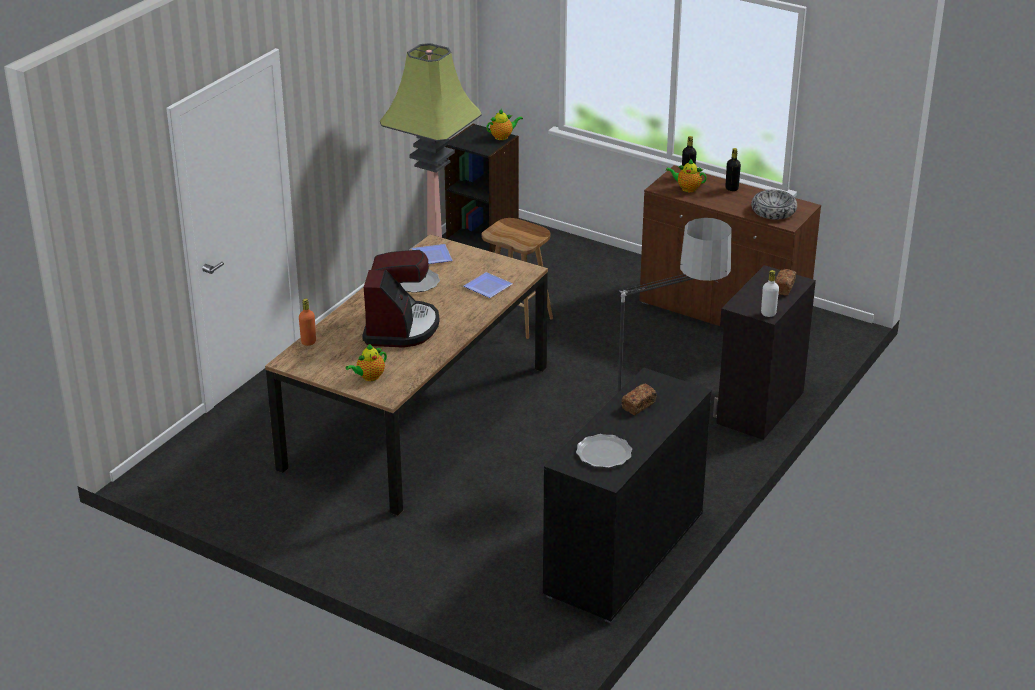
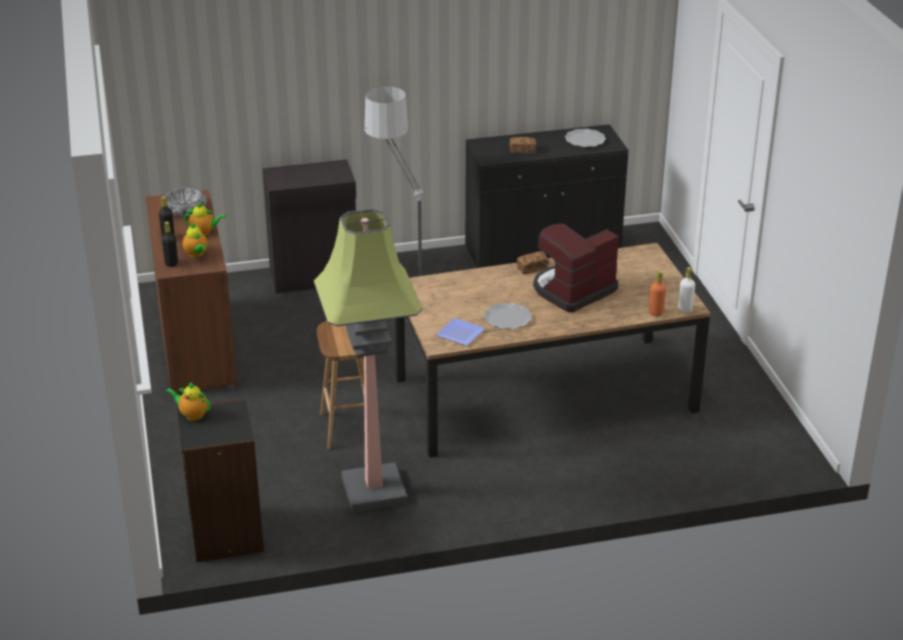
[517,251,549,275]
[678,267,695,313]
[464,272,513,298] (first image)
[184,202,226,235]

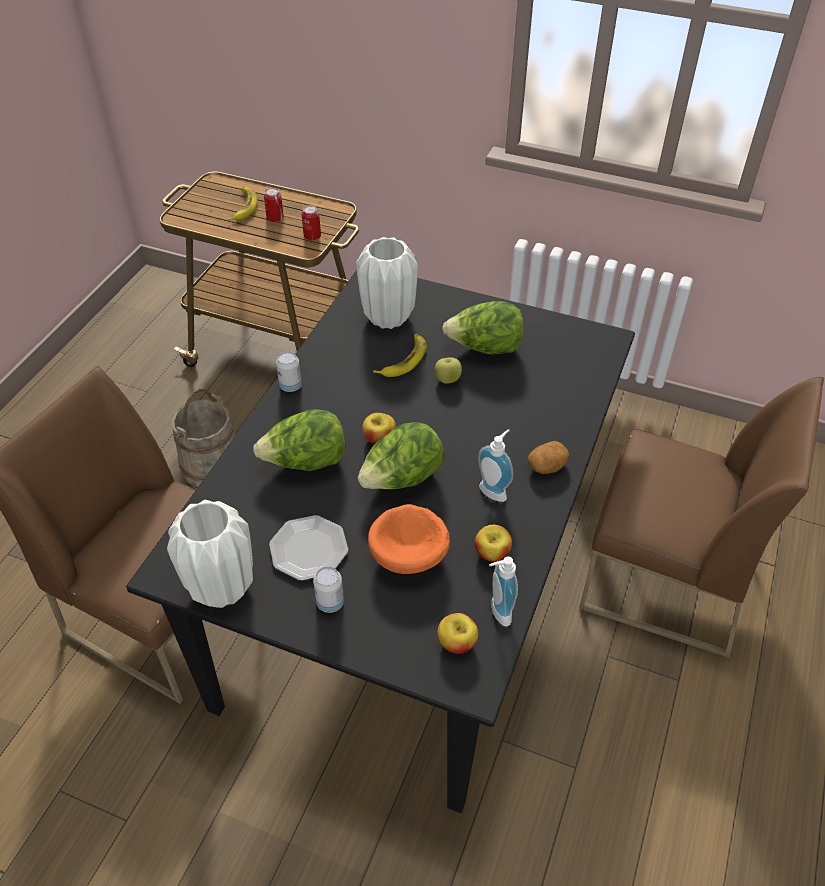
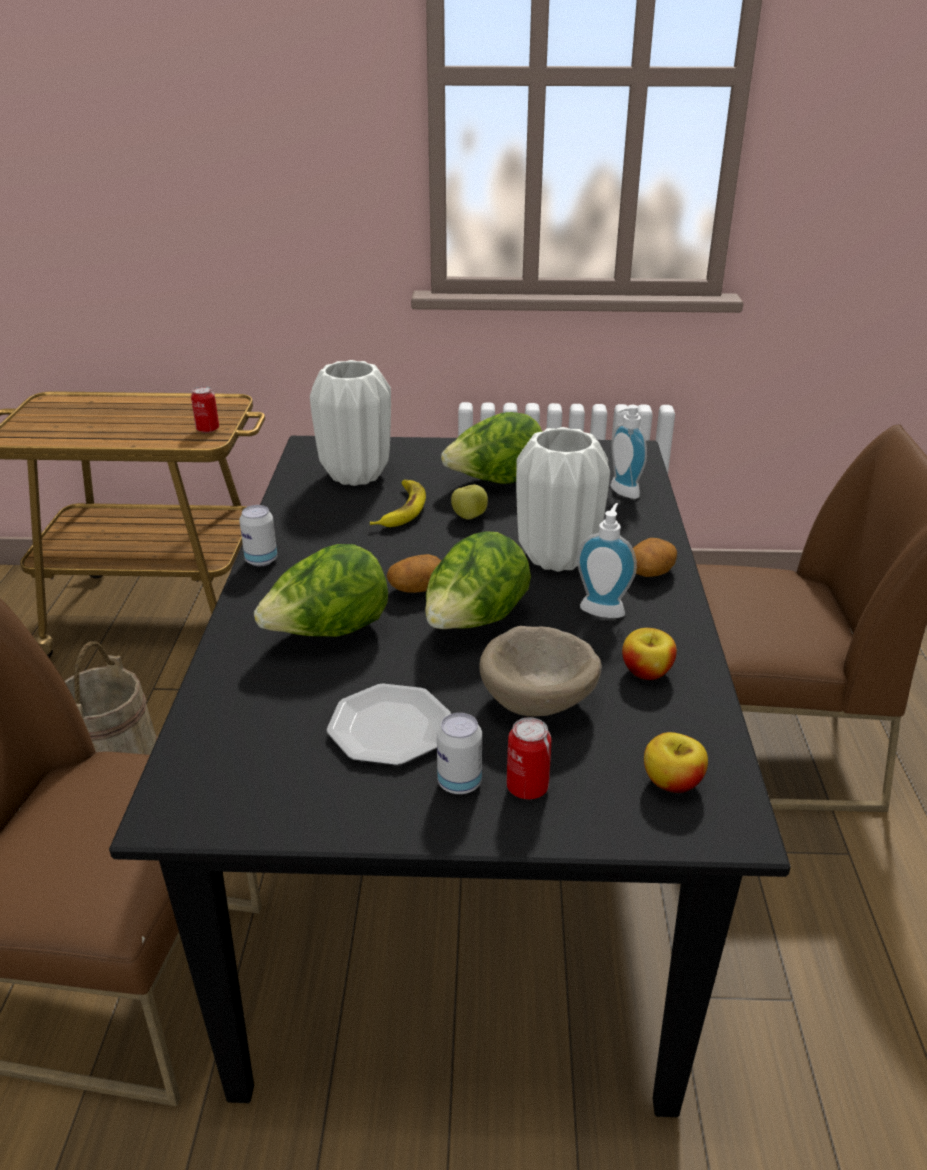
[228,187,258,220] (first image)
[506,717,552,799]
[387,554,441,593]
[516,427,610,572]
[479,626,602,716]
[611,405,647,499]

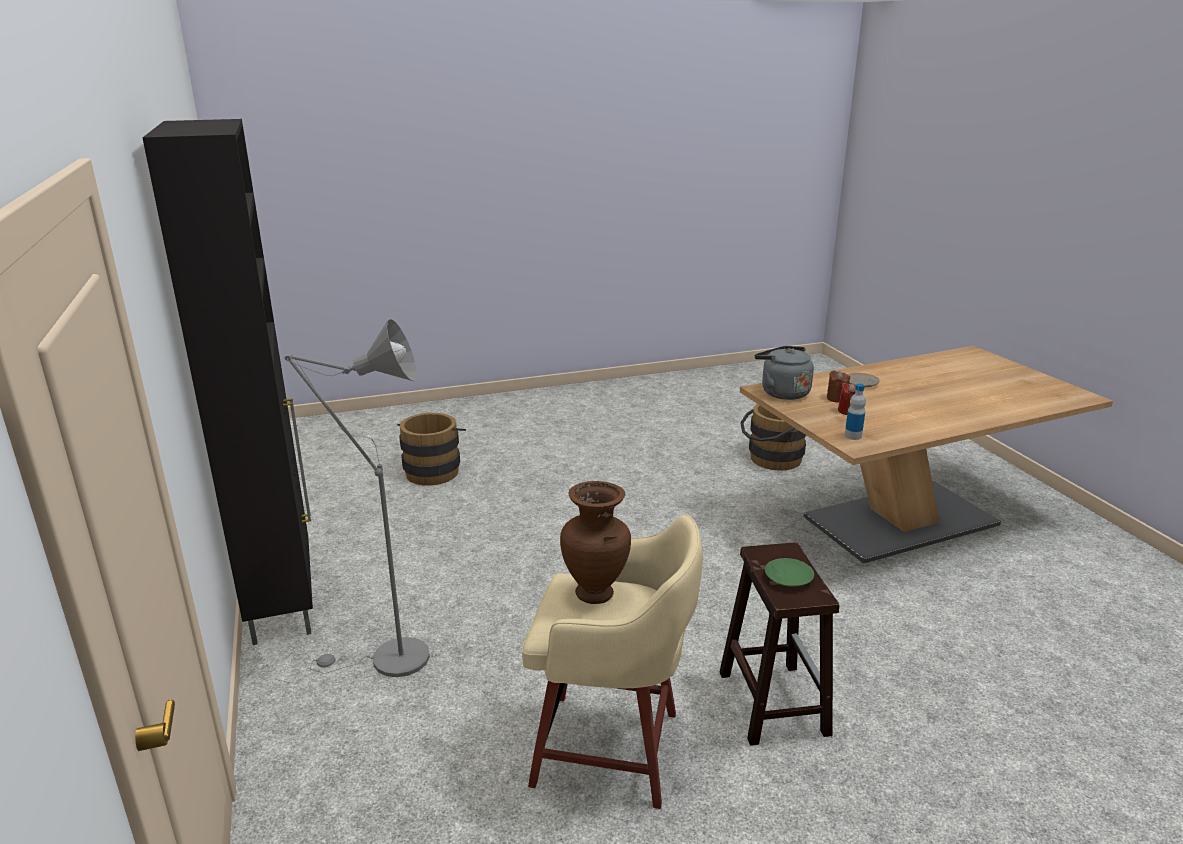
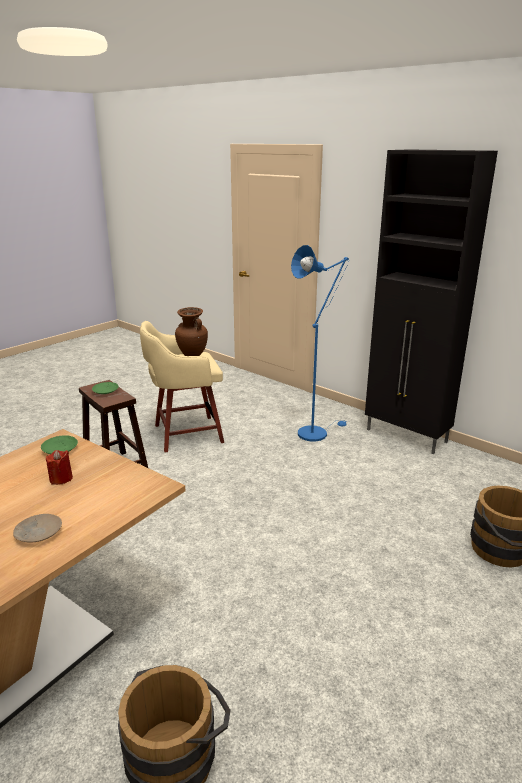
[291,245,349,441]
[755,346,814,400] (first image)
[827,370,850,403] (first image)
[41,436,78,454]

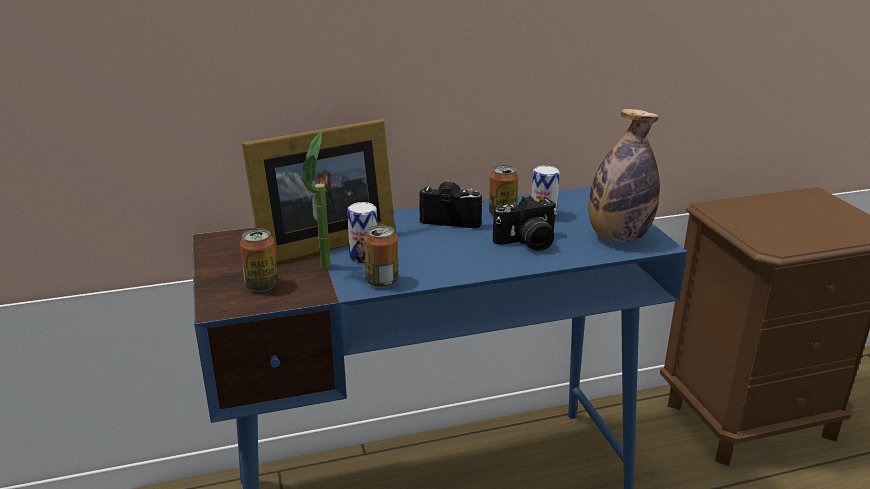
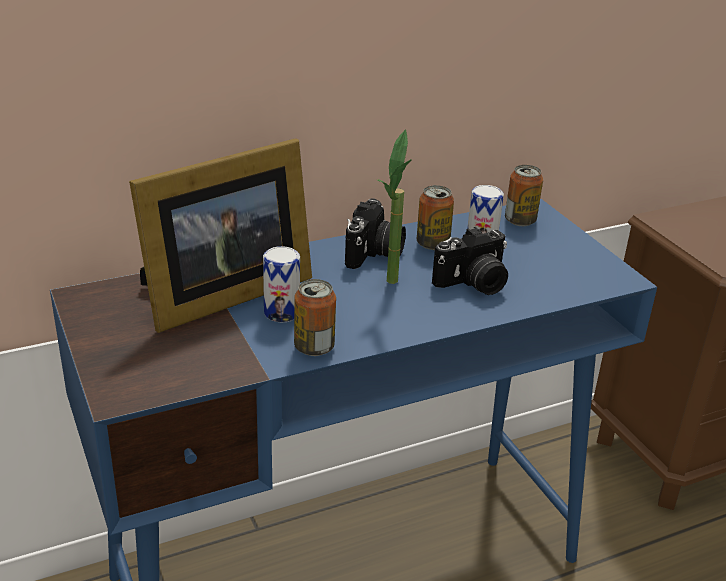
[588,109,660,242] (first image)
[378,129,412,284]
[345,198,406,269]
[505,165,543,226]

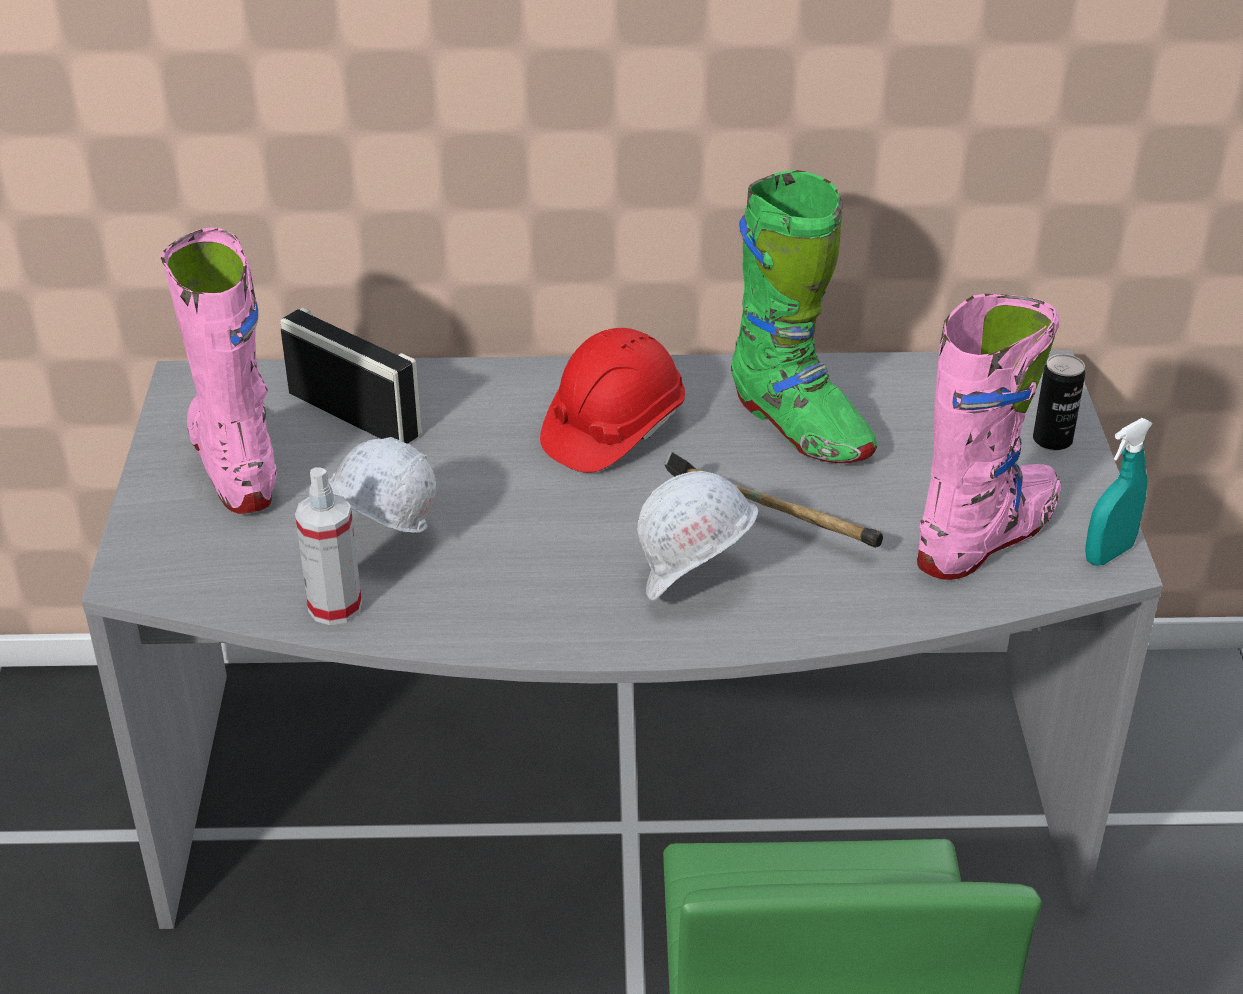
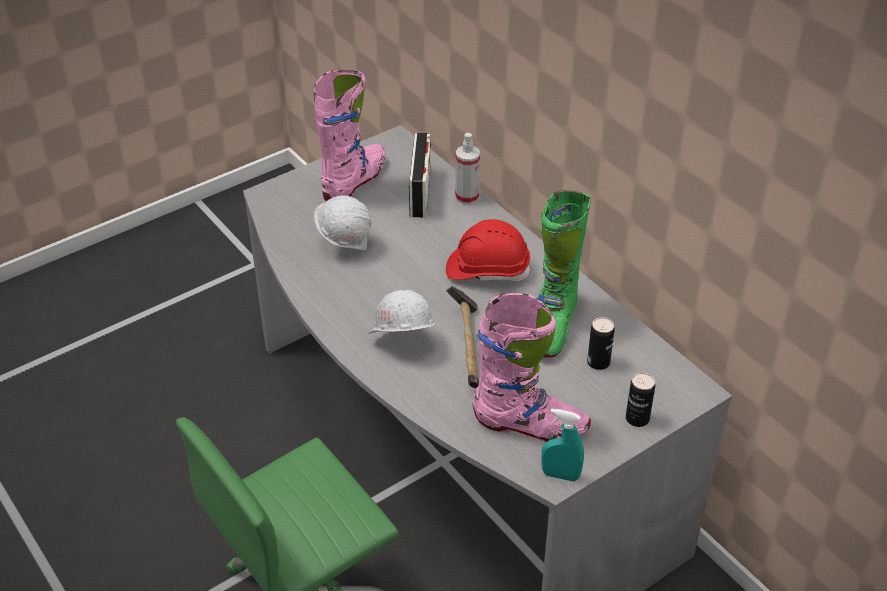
[455,133,480,205]
[587,317,615,370]

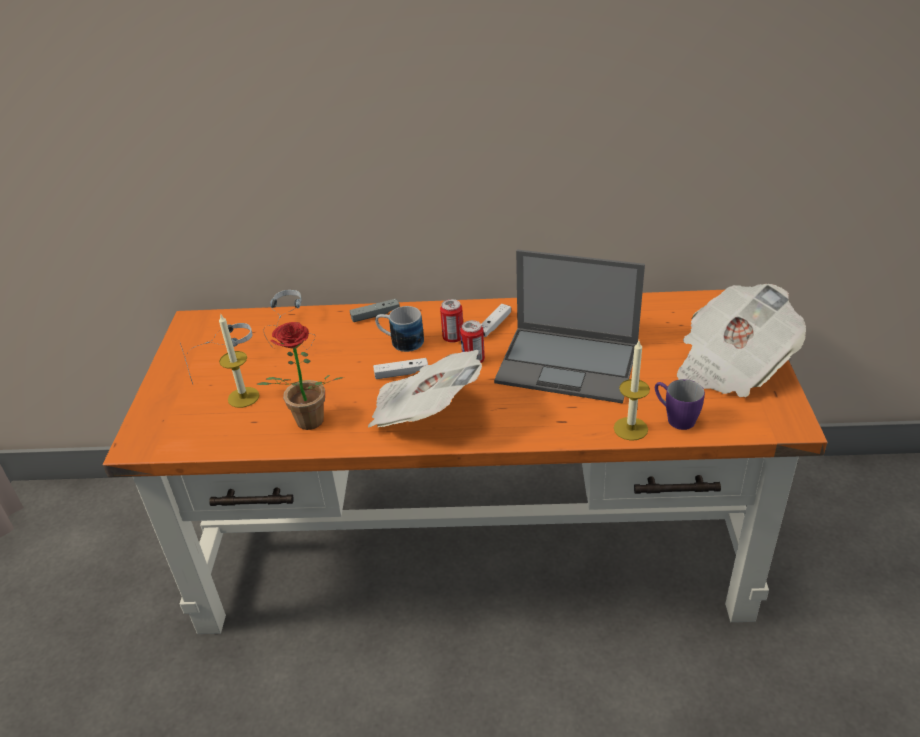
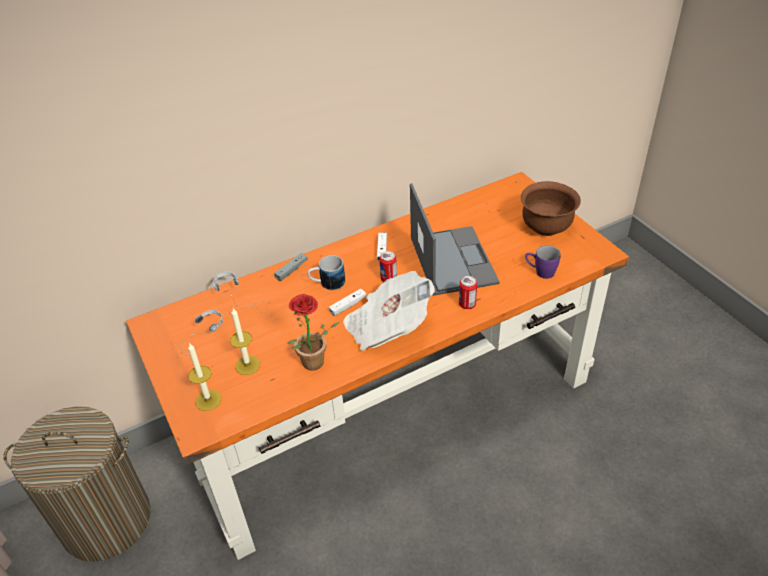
[410,183,500,296]
[521,181,581,236]
[459,276,477,309]
[188,344,221,411]
[3,406,151,562]

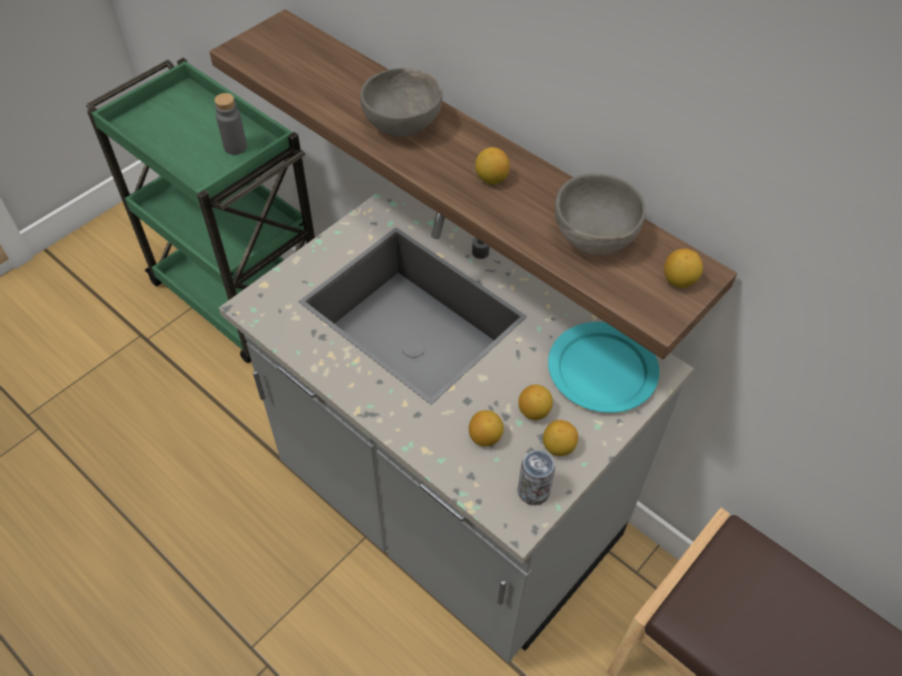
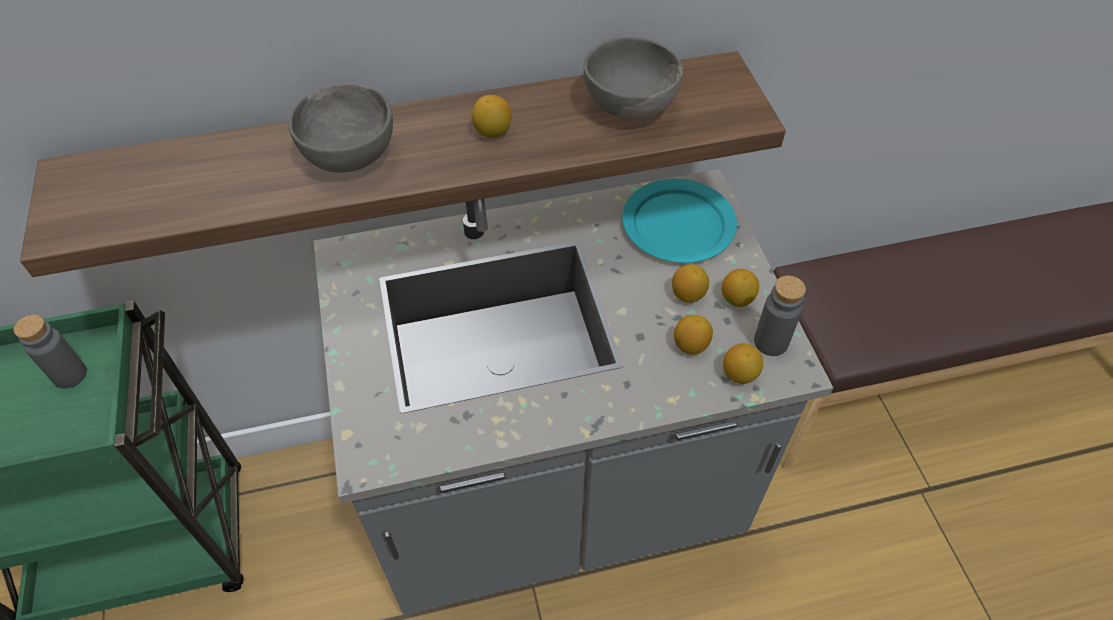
[723,343,763,384]
[754,275,806,356]

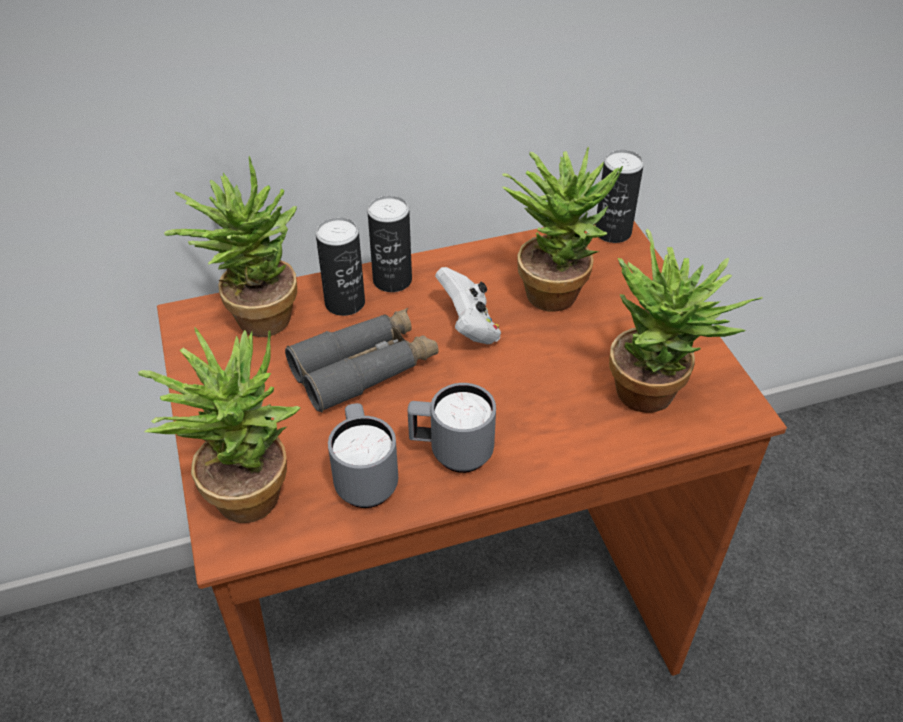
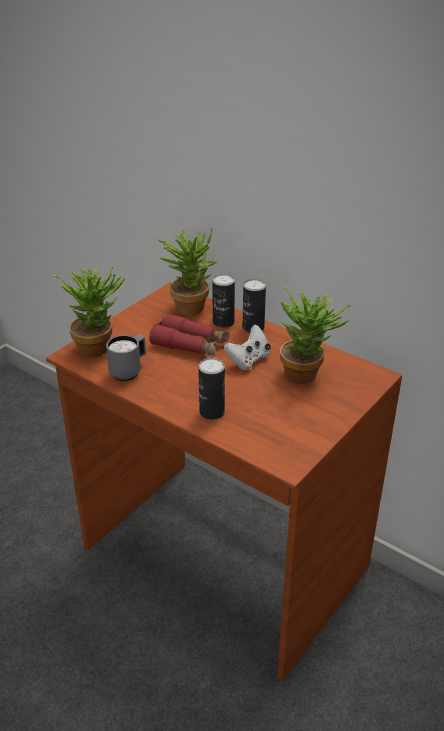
[198,358,225,420]
[609,229,763,413] (first image)
[149,313,229,356]
[408,383,496,473] (first image)

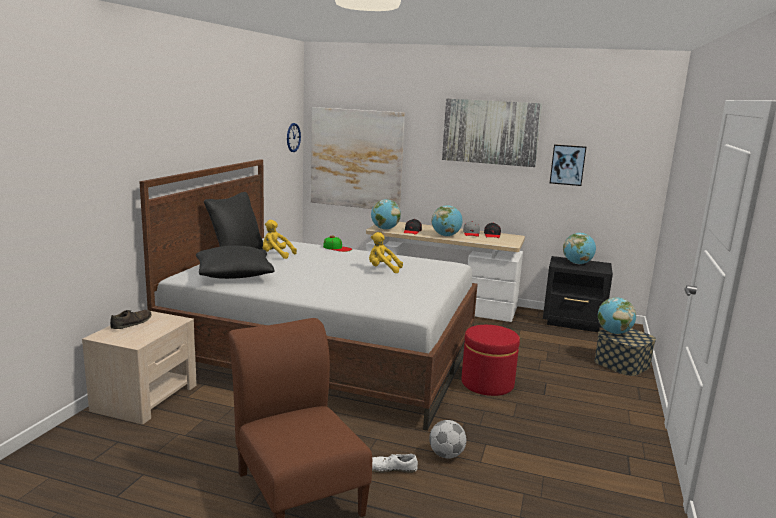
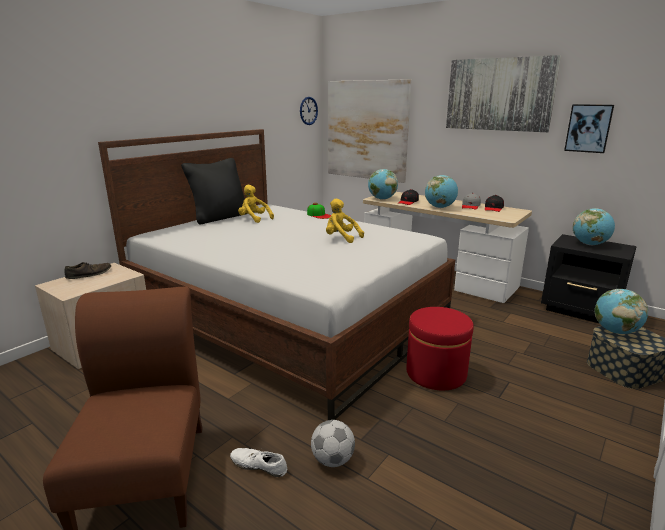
[196,246,274,279] (first image)

